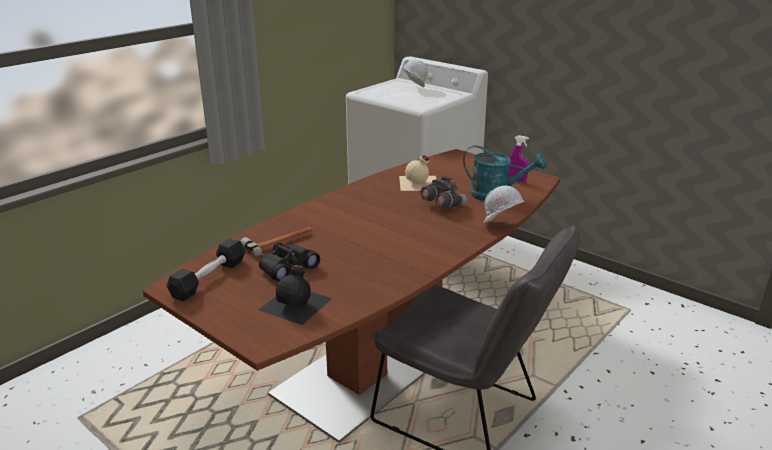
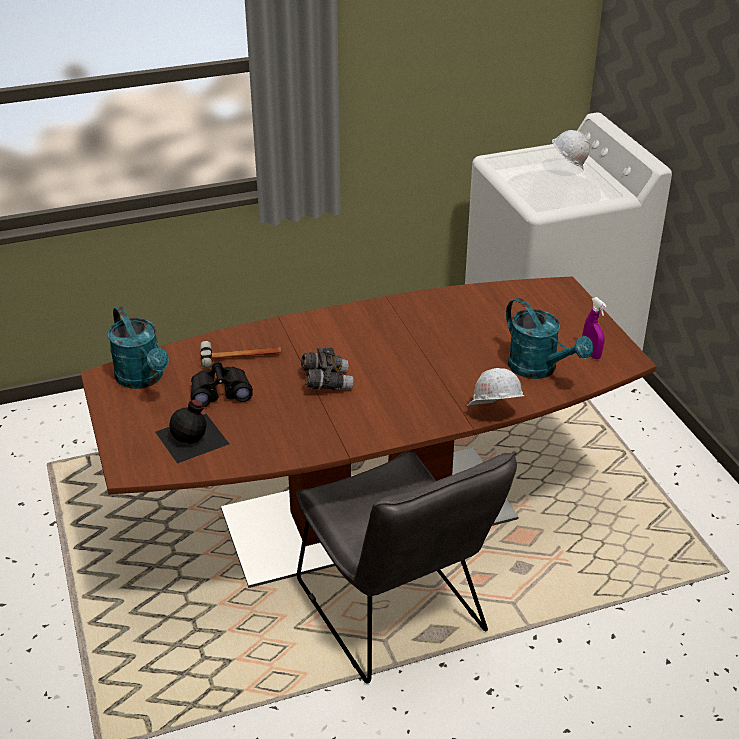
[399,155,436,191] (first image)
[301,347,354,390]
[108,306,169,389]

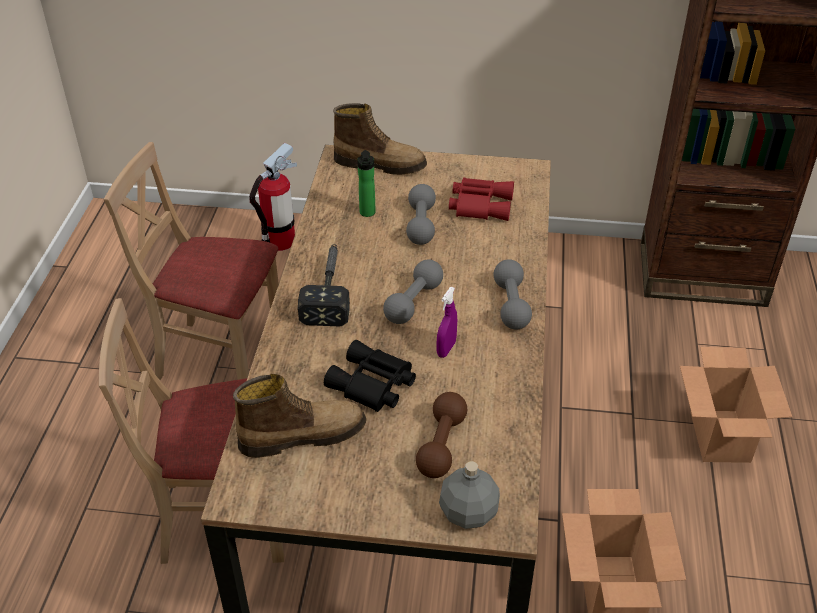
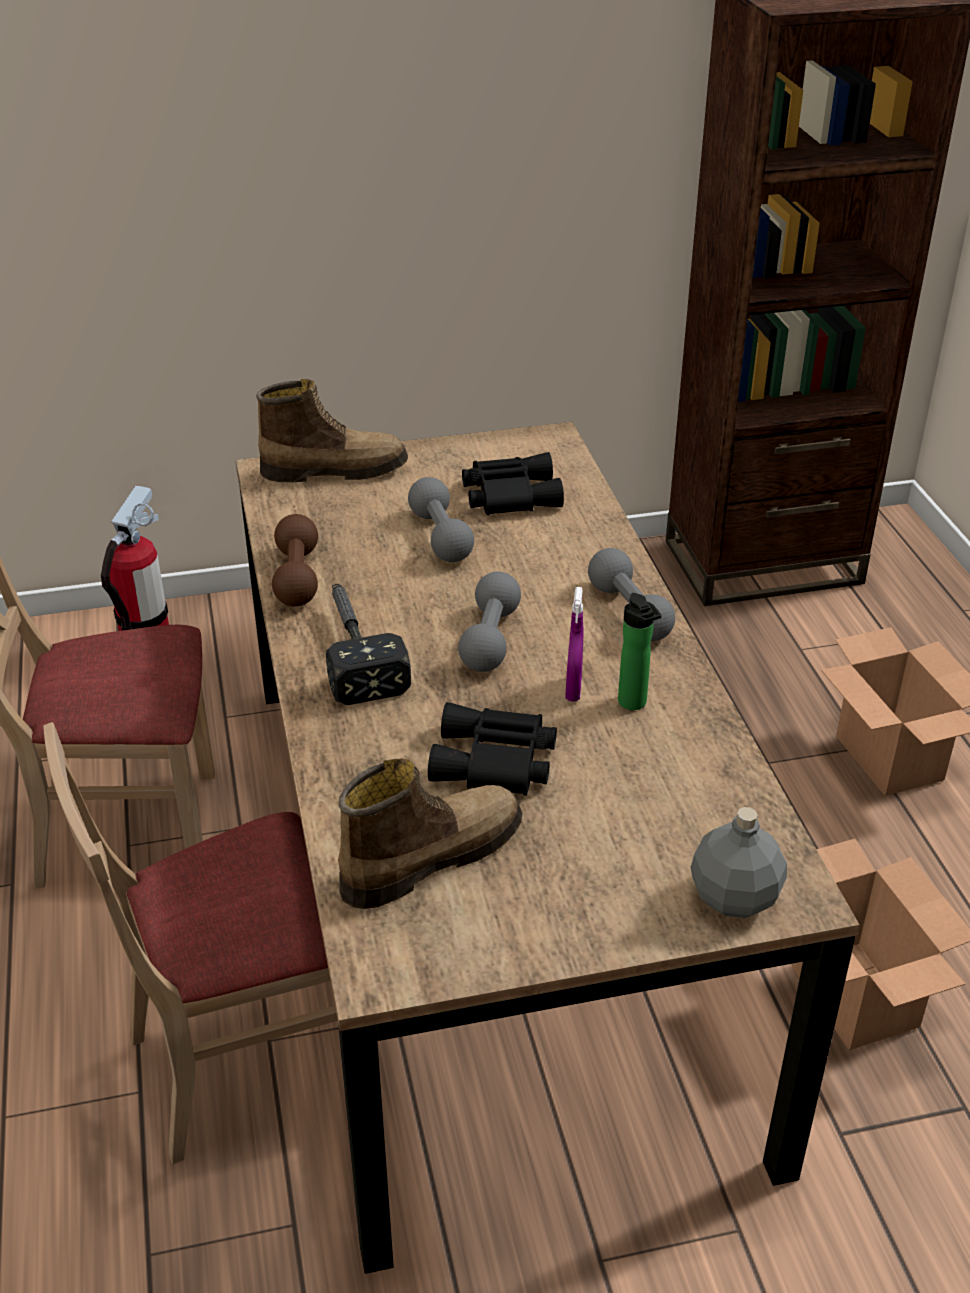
[618,593,661,710]
[462,452,564,515]
[272,514,318,607]

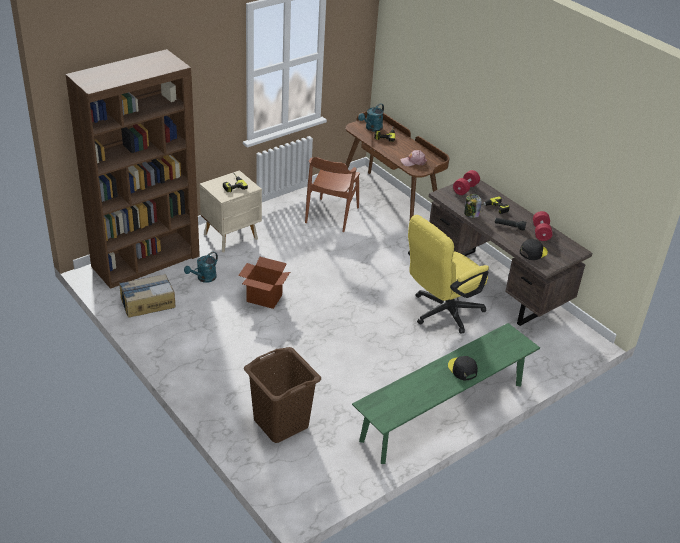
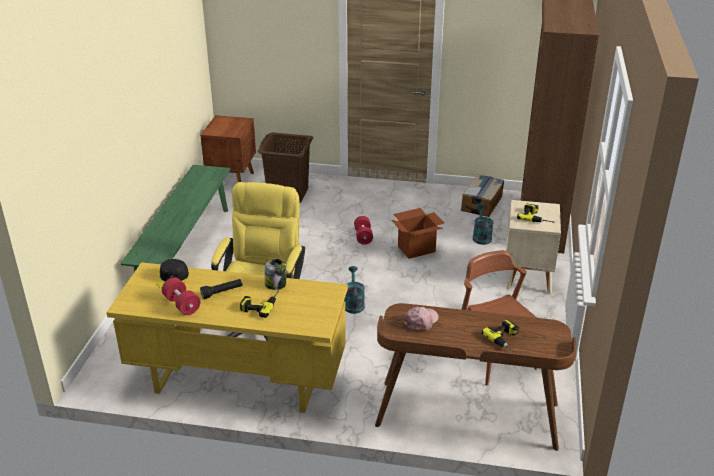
[344,266,365,314]
[354,216,373,244]
[106,262,348,413]
[448,356,478,381] (first image)
[200,115,256,182]

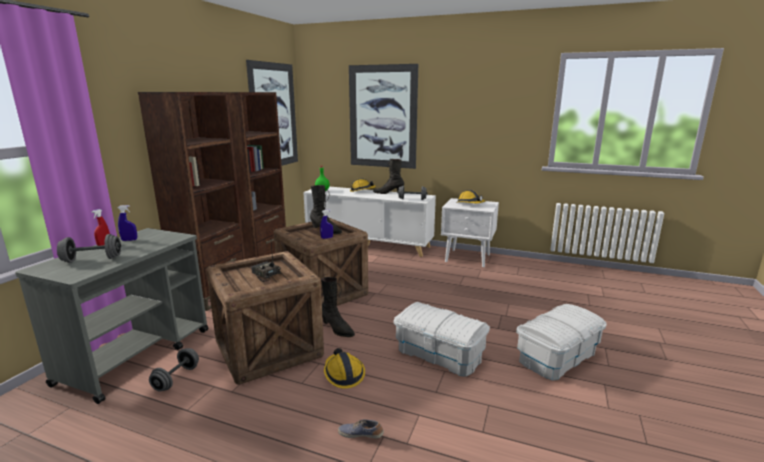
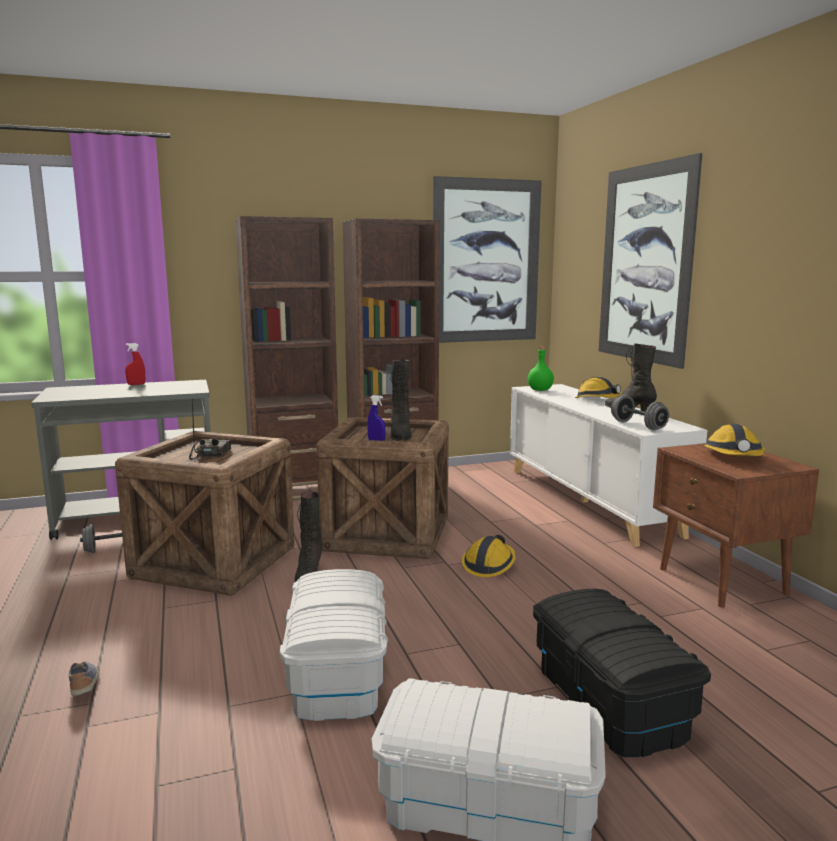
[653,443,819,608]
[118,205,137,241] (first image)
[57,234,121,263] (first image)
[462,535,516,577]
[533,589,711,757]

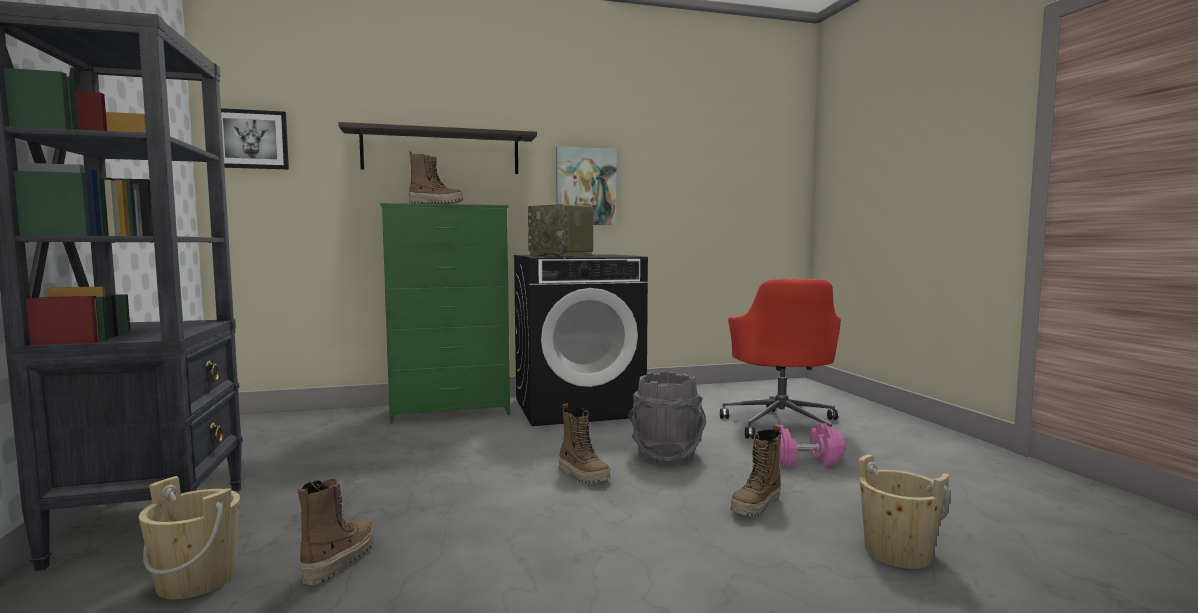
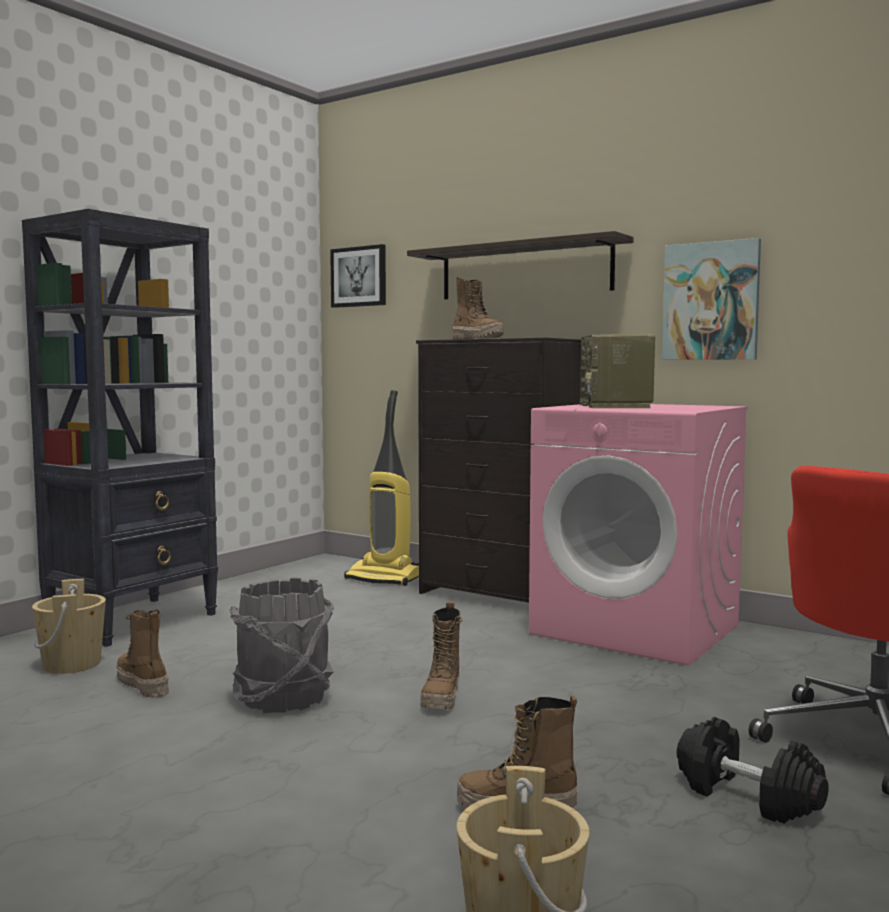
[416,338,581,603]
[529,404,748,666]
[229,577,334,713]
[677,717,829,824]
[116,609,168,698]
[344,390,419,586]

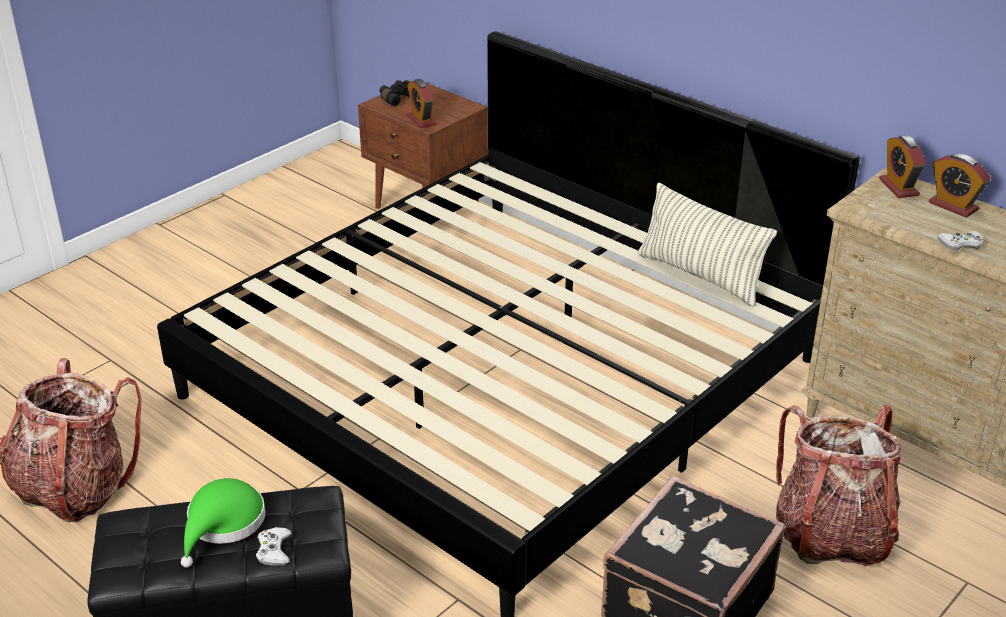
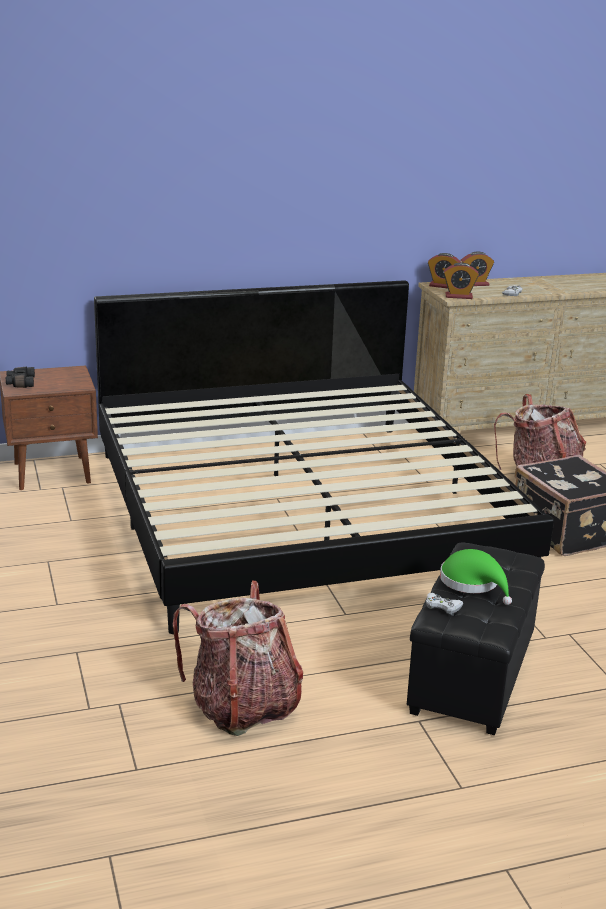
[443,263,479,299]
[637,182,777,307] (first image)
[426,593,463,614]

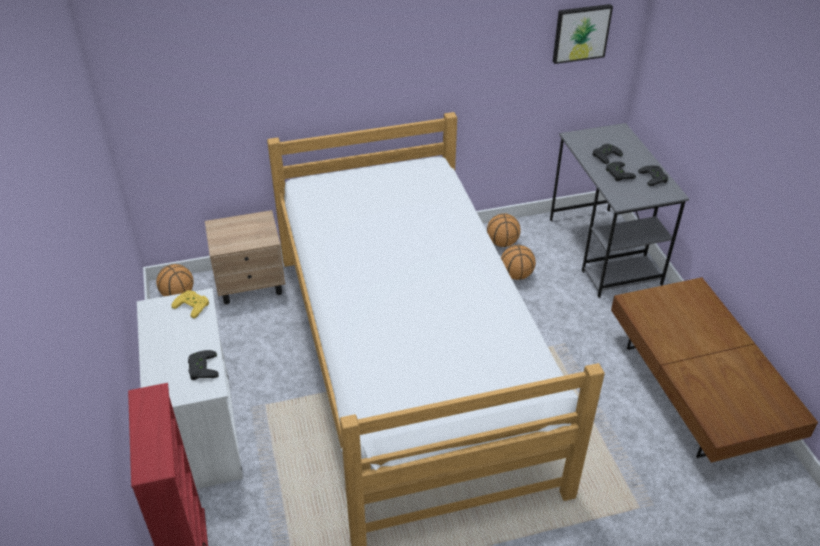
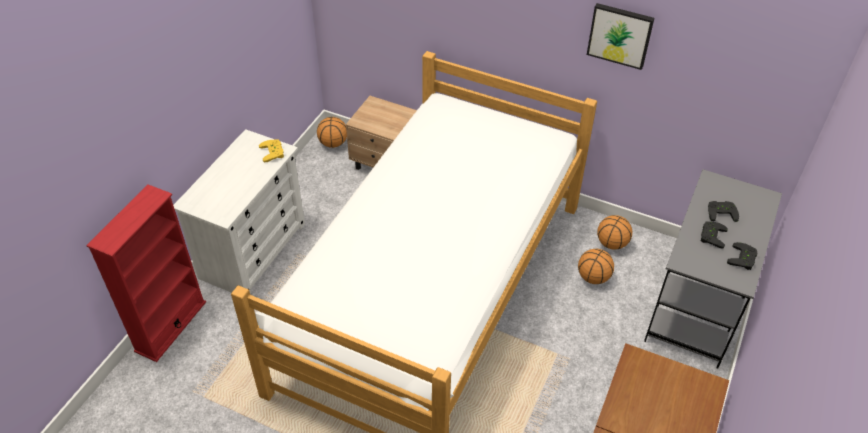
[587,3,654,70]
[188,350,219,380] (first image)

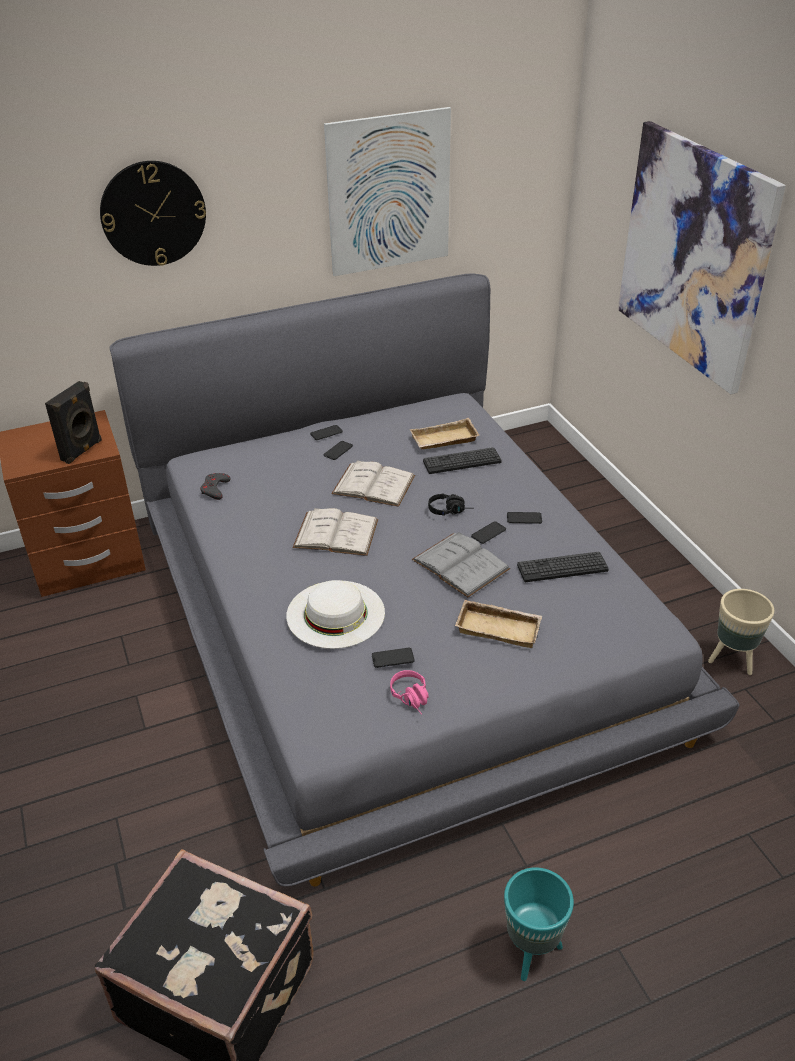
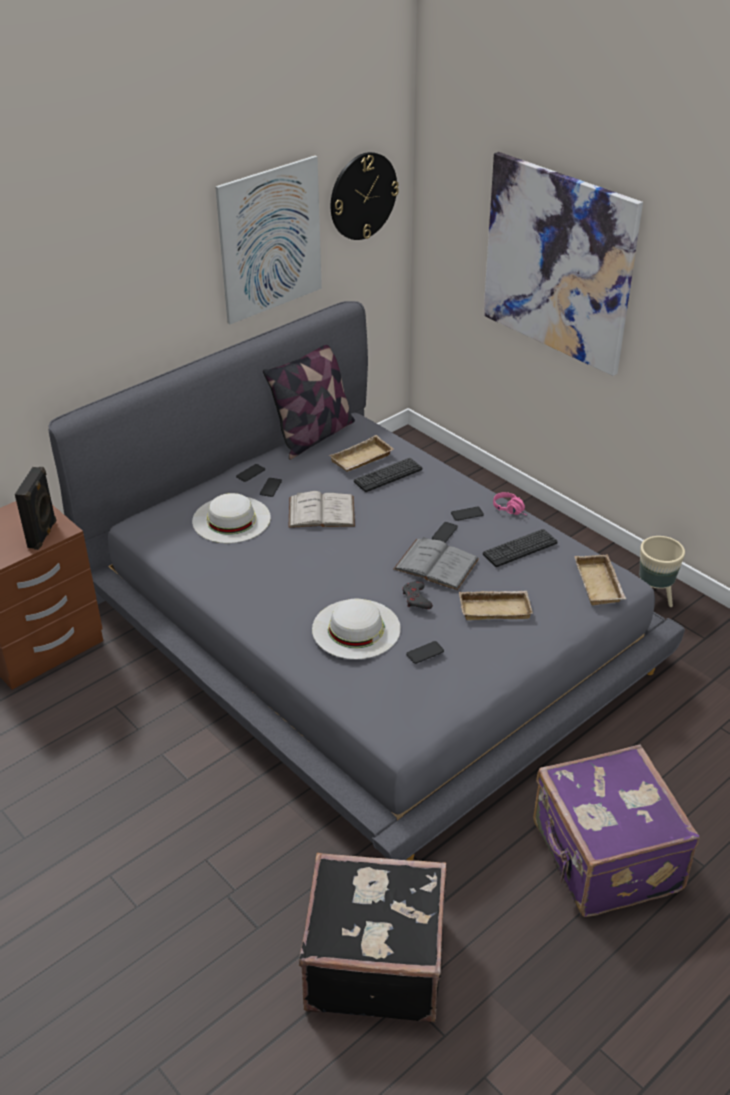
[331,152,399,240]
[403,581,433,609]
[428,494,474,516] (first image)
[293,508,378,556] (first image)
[493,492,526,515]
[533,744,699,917]
[263,345,355,460]
[192,493,271,543]
[574,555,626,606]

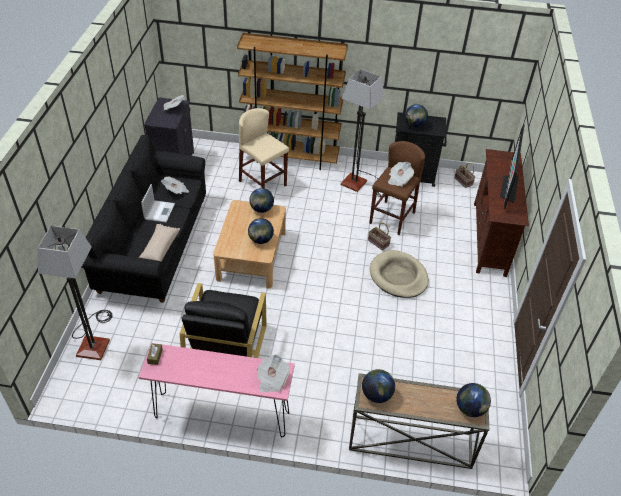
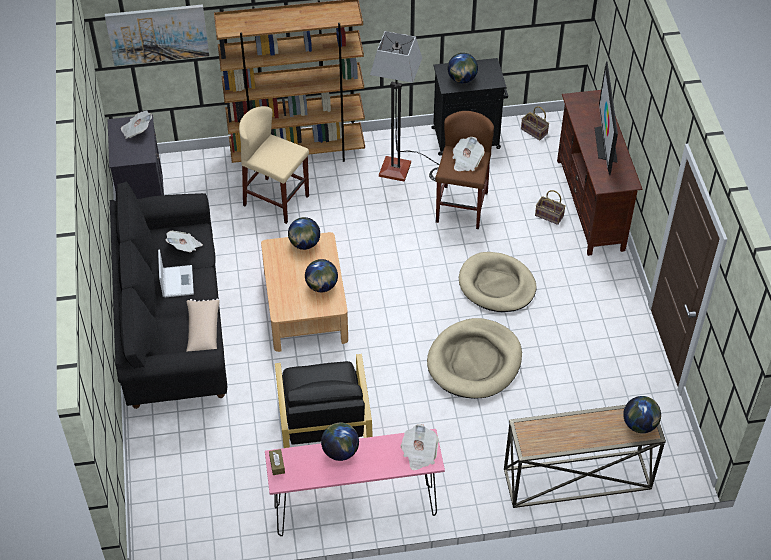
[535,190,566,225]
[37,226,113,360] (first image)
[321,423,359,461]
[105,5,209,66]
[427,318,522,399]

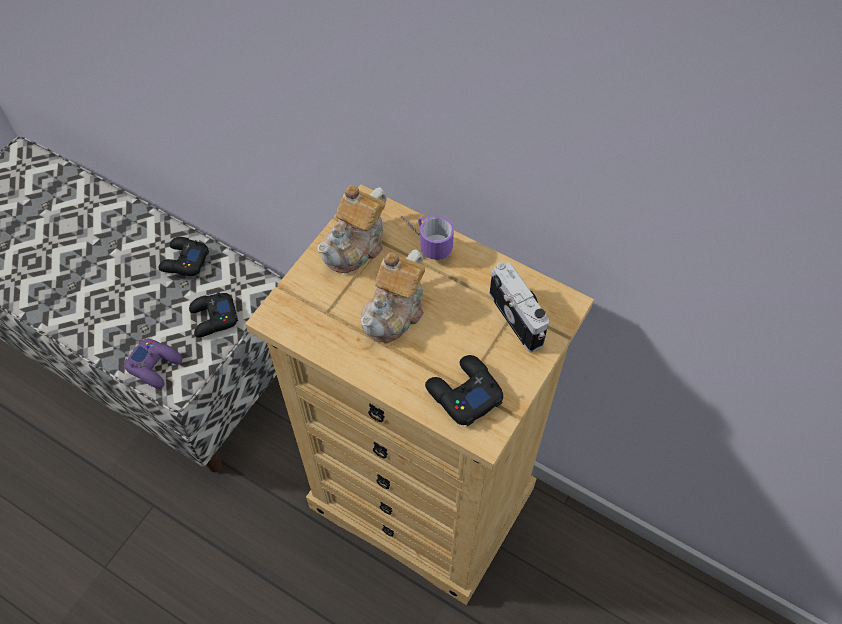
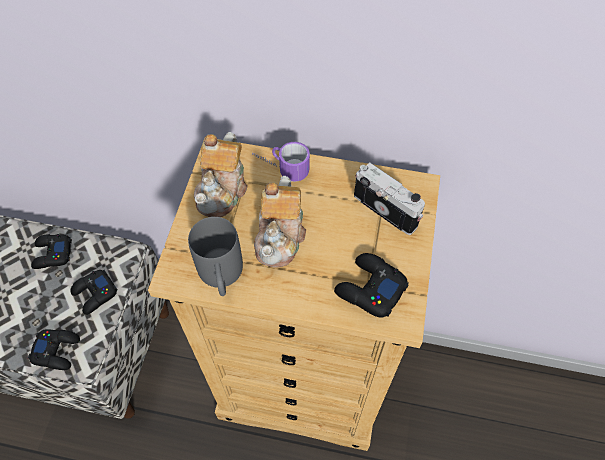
[28,330,80,370]
[188,217,243,296]

